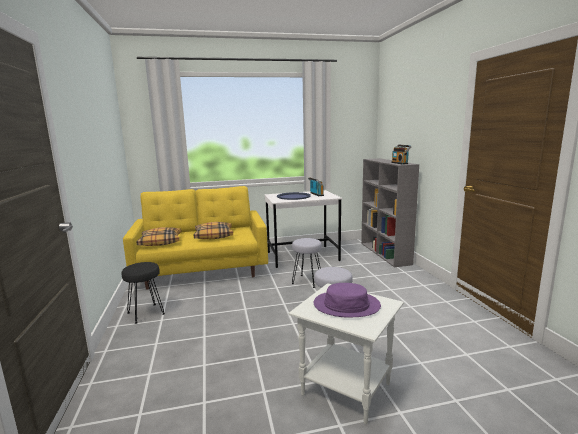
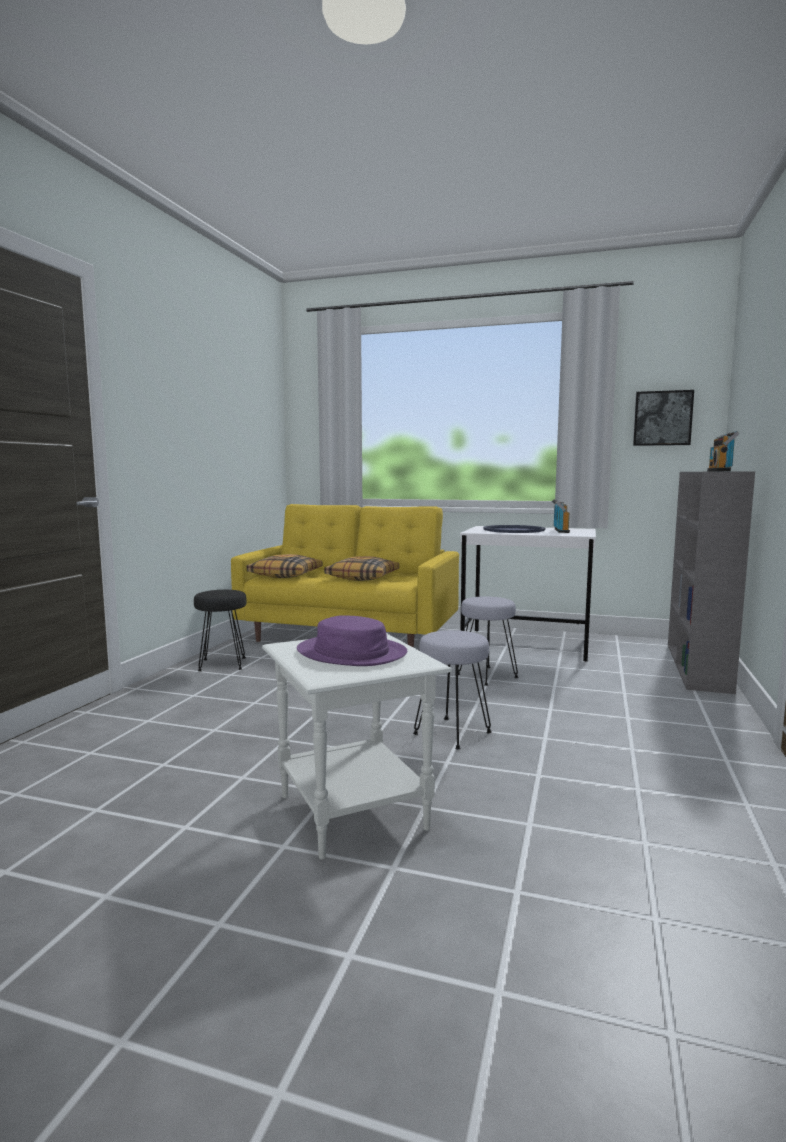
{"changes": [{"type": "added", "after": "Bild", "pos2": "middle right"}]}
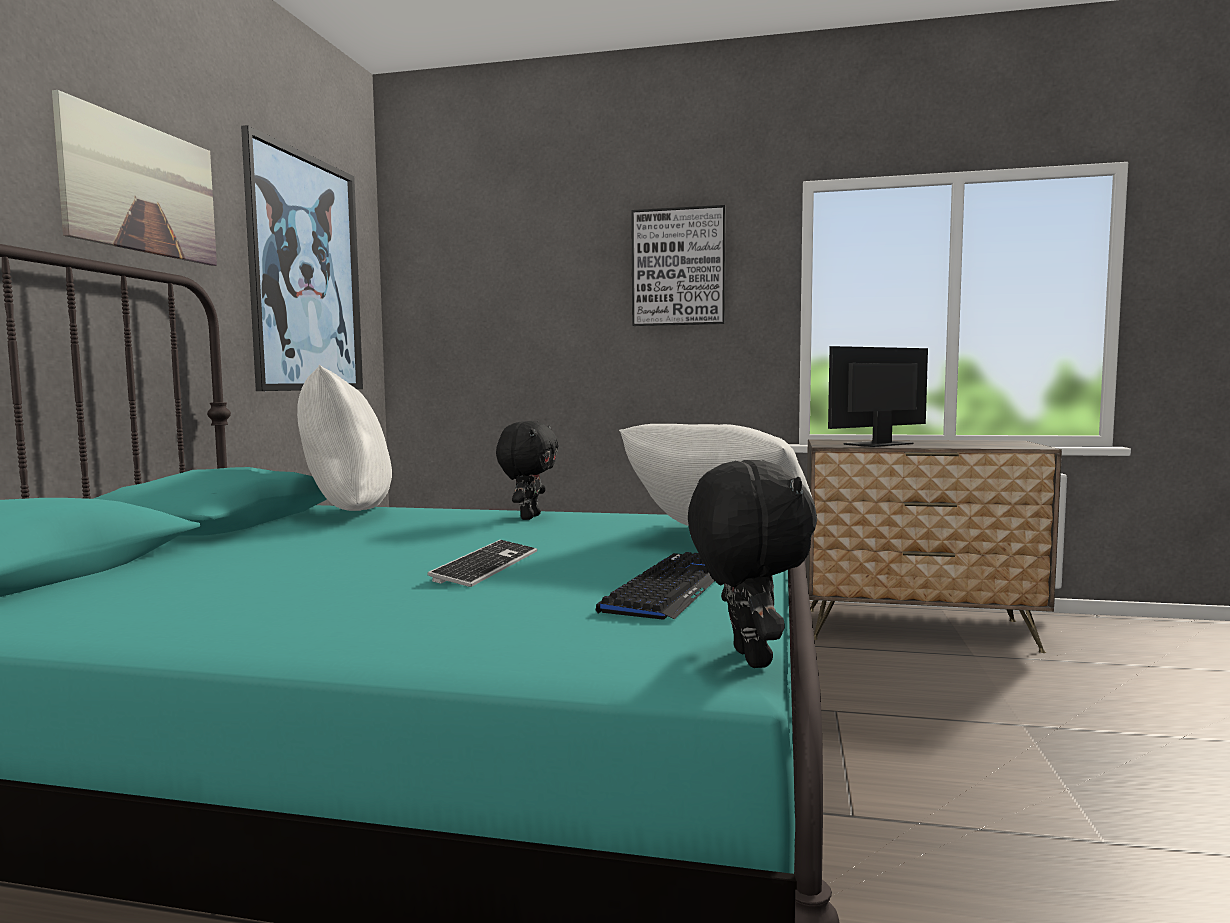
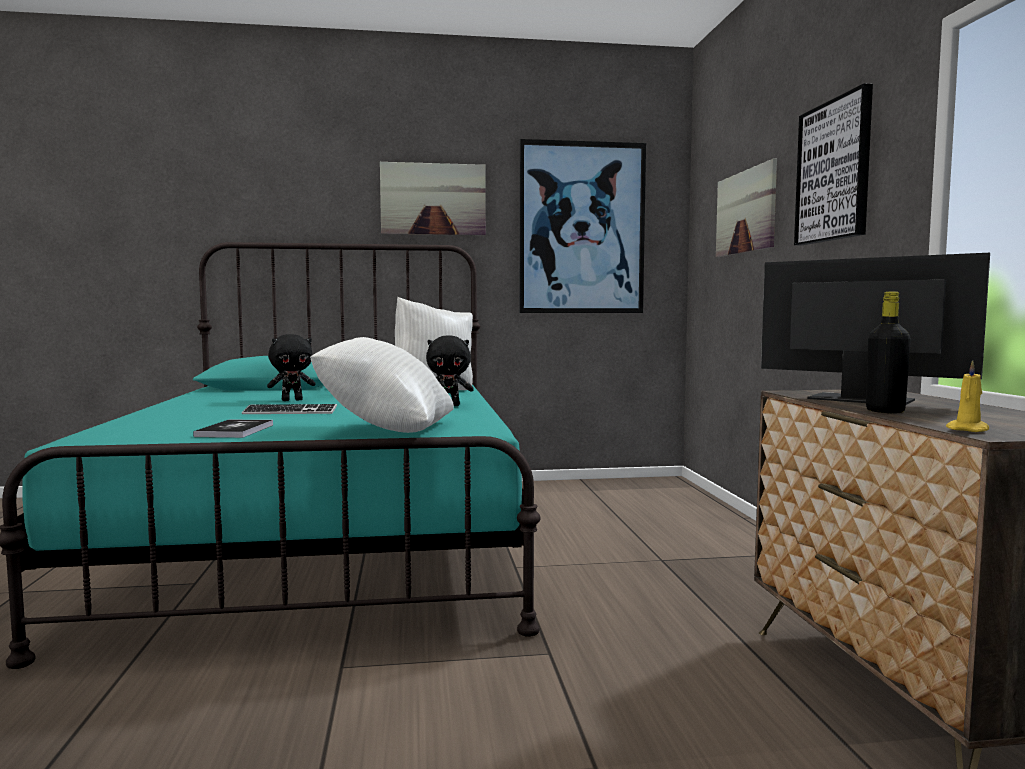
{"changes": [{"type": "added", "after": "Bild (3rd from left)", "pos2": "top right"}, {"type": "added", "after": "Flasche (schwarz)", "pos2": "middle right"}, {"type": "added", "after": "Kerze (gelb)", "pos2": "middle right"}, {"type": "moved", "before": "Plüschtier (schwarz) (2nd from left in the first image)", "after": "Plüschtier (schwarz) (1st from left)", "pos1": "centre", "pos2": "middle left"}, {"type": "replaced", "before": "Tastatur (2nd from left)", "after": "Buch", "pos1": "centre", "pos2": "middle left"}]}
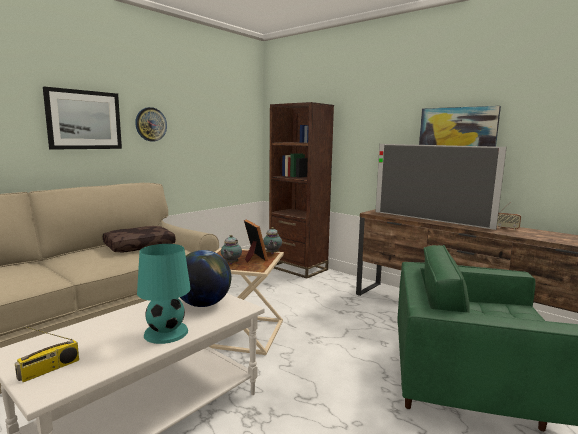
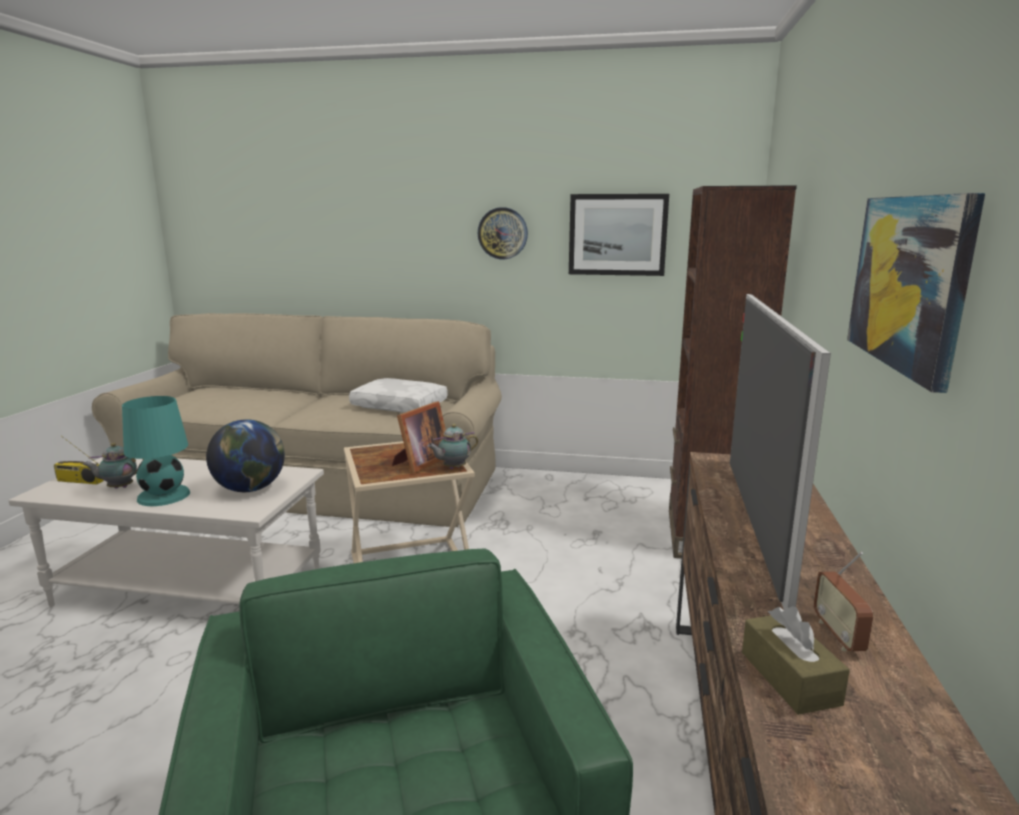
{"changes": [{"type": "added", "after": "Taschentuchbox (braun)", "pos2": "bottom right"}, {"type": "moved", "before": "Bild (1st from left)", "pos1": "top left", "pos2": "top centre"}, {"type": "moved", "before": "Teekanne (1st from left)", "pos1": "centre", "pos2": "middle left"}, {"type": "recoloured", "before": "Kissen (braun)", "after": "Kissen (weiß)", "pos1": "middle left", "pos2": "centre"}]}
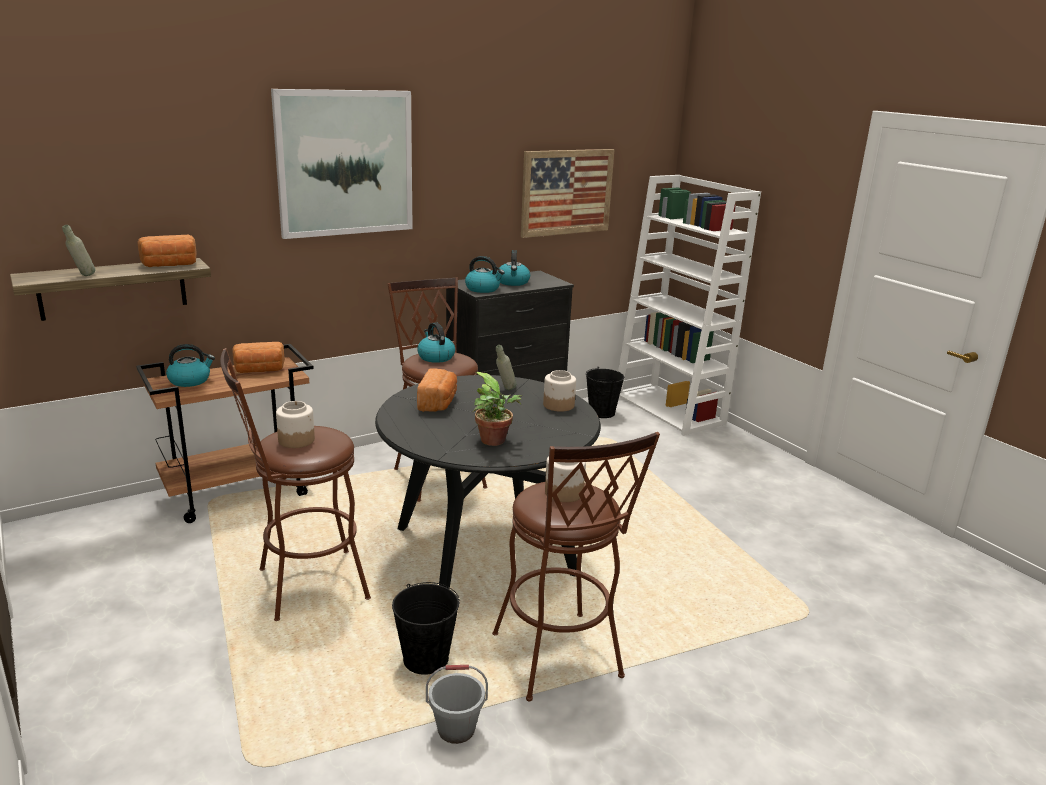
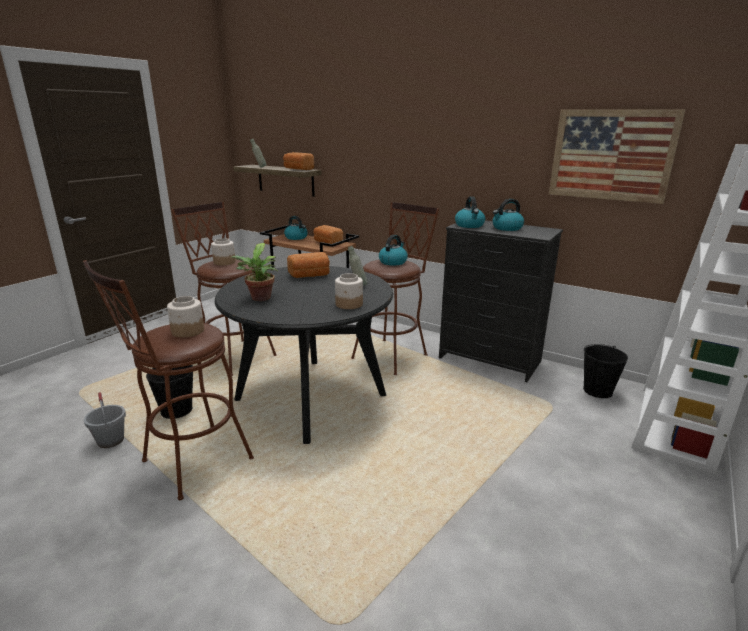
{"changes": [{"type": "removed", "before": "Bild (1st from left)", "pos1": "top left"}]}
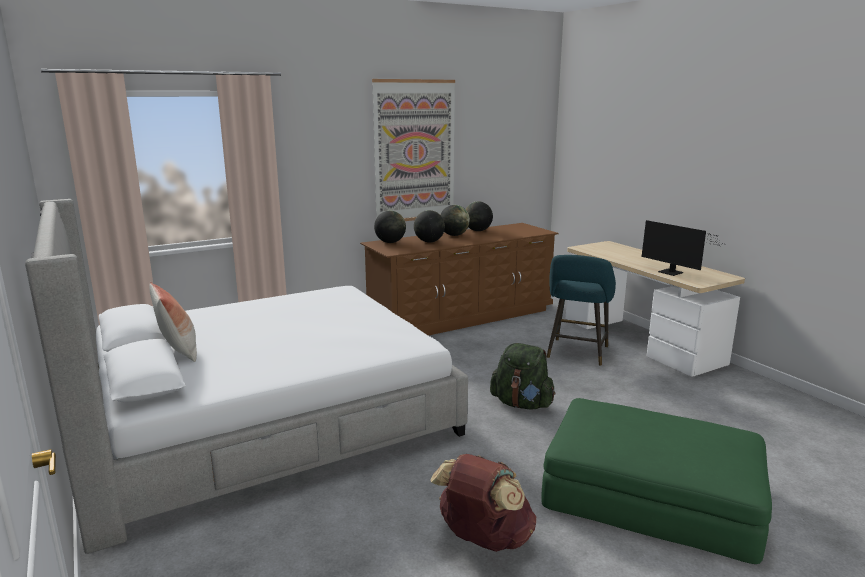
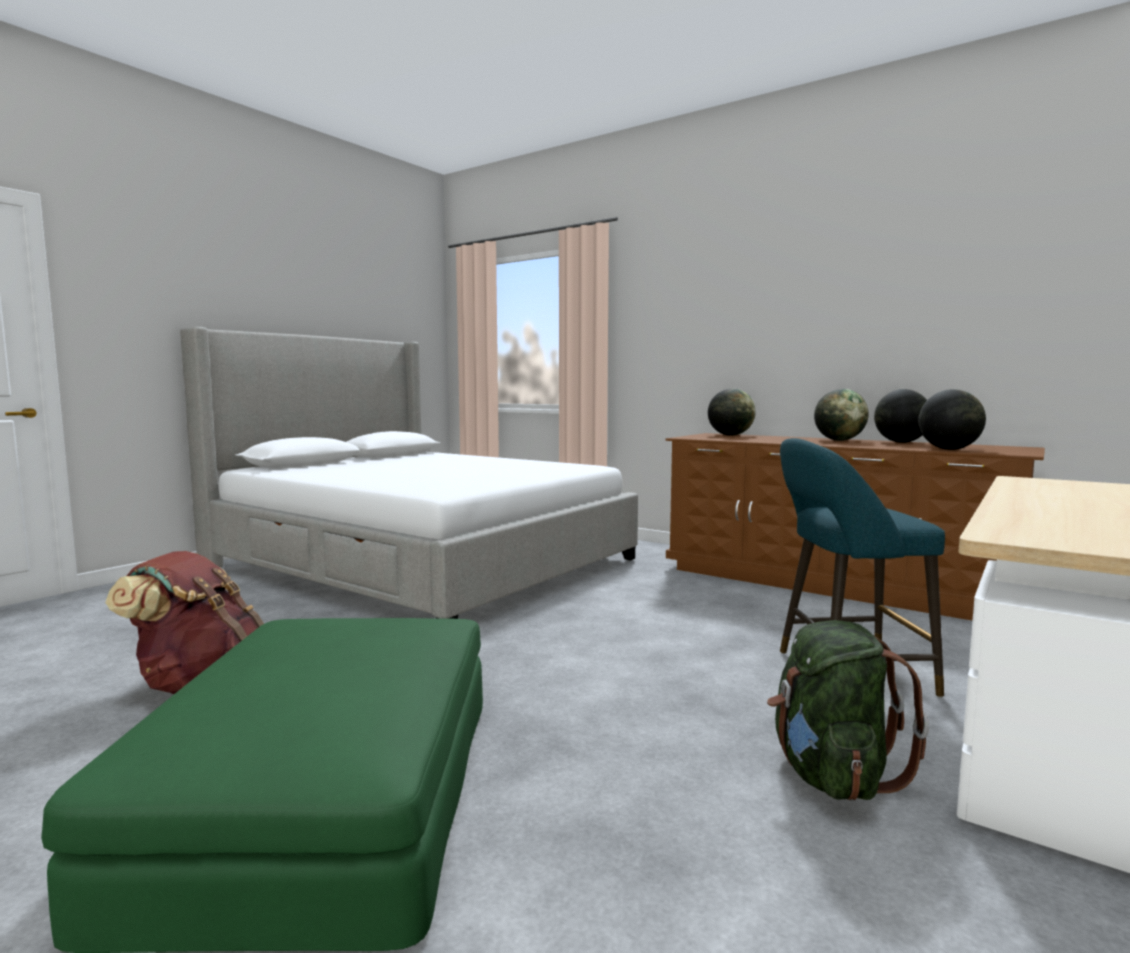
{"changes": [{"type": "removed", "before": "Kissen", "pos1": "middle left"}, {"type": "removed", "before": "Bild", "pos1": "top centre"}, {"type": "removed", "before": "Monitor", "pos1": "middle right"}, {"type": "moved", "before": "Globus (2nd from left in the first image)", "after": "Globus (4th from left)", "pos1": "centre", "pos2": "middle right"}, {"type": "moved", "before": "Rucksack (grün)", "pos1": "centre", "pos2": "bottom right"}]}
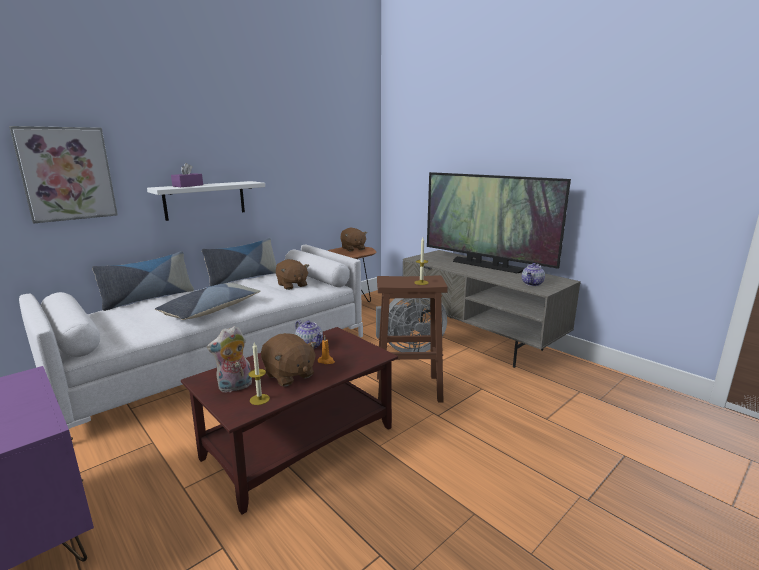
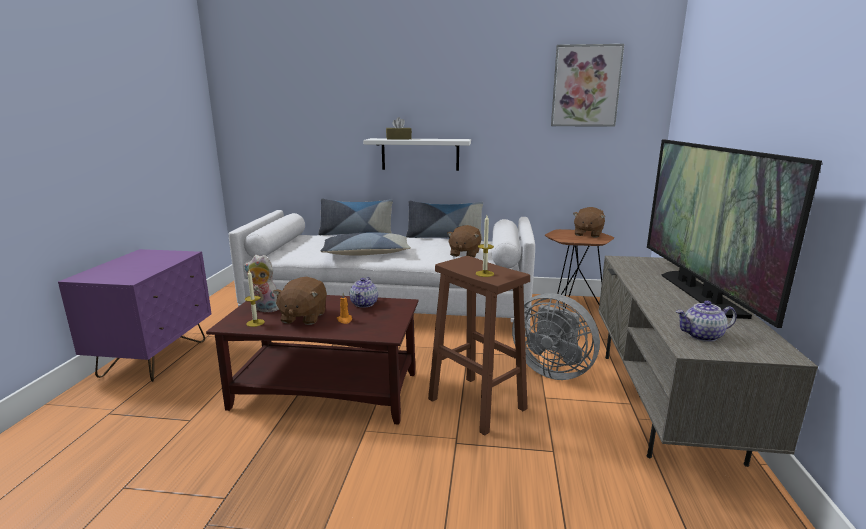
{"changes": [{"type": "moved", "before": "Bild", "pos1": "top left", "pos2": "top right"}, {"type": "recoloured", "before": "Taschentuchbox (lila)", "after": "Taschentuchbox (braun)", "pos1": "top left", "pos2": "top centre"}]}
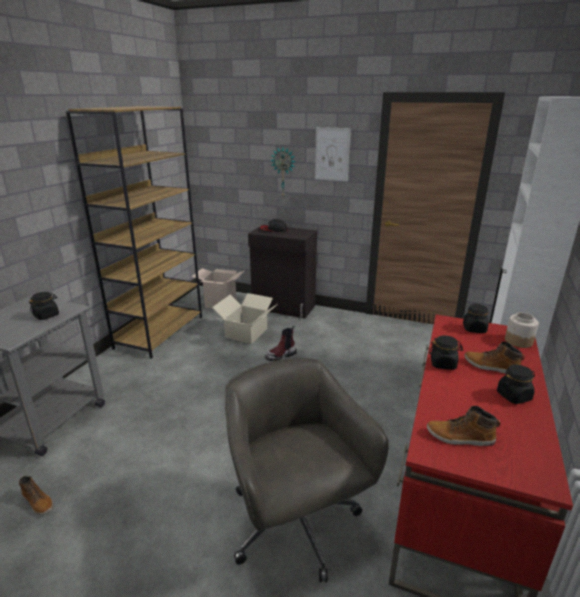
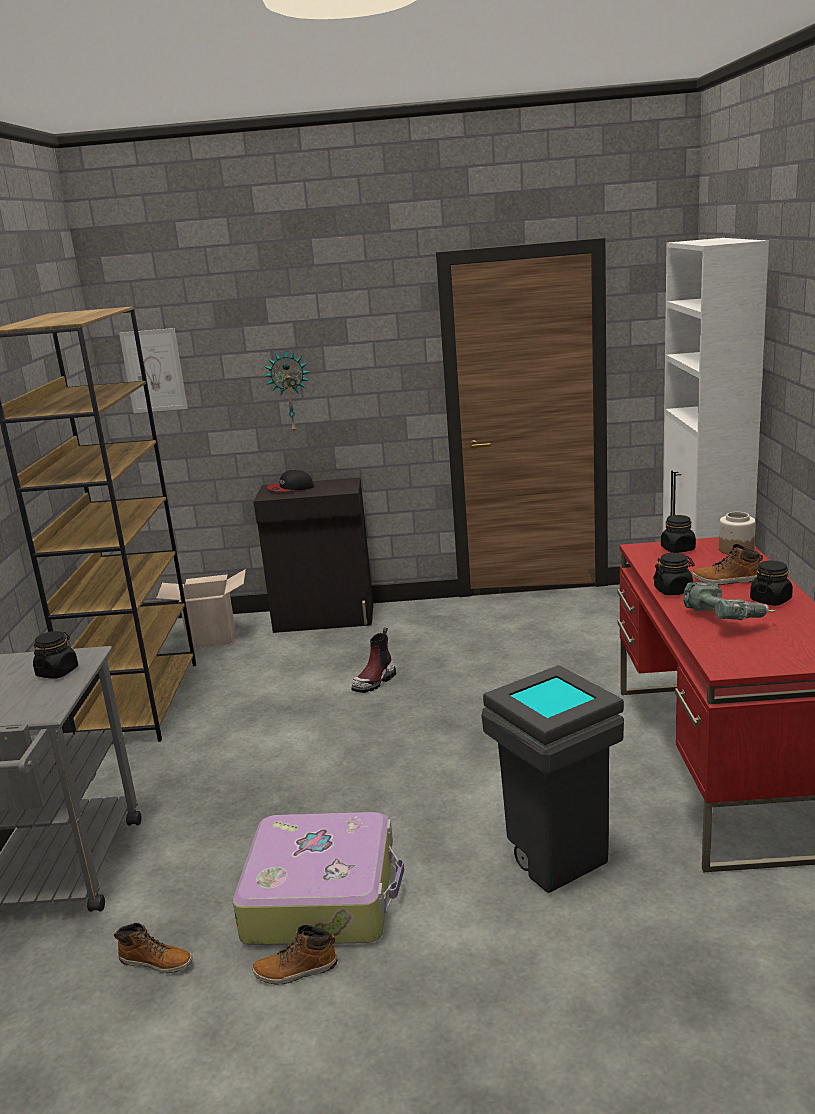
{"changes": [{"type": "removed", "before": "Karton (2nd from left)", "pos1": "centre"}, {"type": "added", "after": "Koffer", "pos2": "bottom centre"}, {"type": "added", "after": "Bohrmaschine", "pos2": "middle right"}, {"type": "moved", "before": "Bild", "pos1": "top centre", "pos2": "top left"}, {"type": "moved", "before": "Stiefel (3rd from left in the first image)", "after": "Stiefel (2nd from left)", "pos1": "bottom right", "pos2": "bottom centre"}, {"type": "replaced", "before": "Bürostuhl (grau)", "after": "Mülleimer (grau)", "pos1": "bottom centre", "pos2": "bottom right"}]}
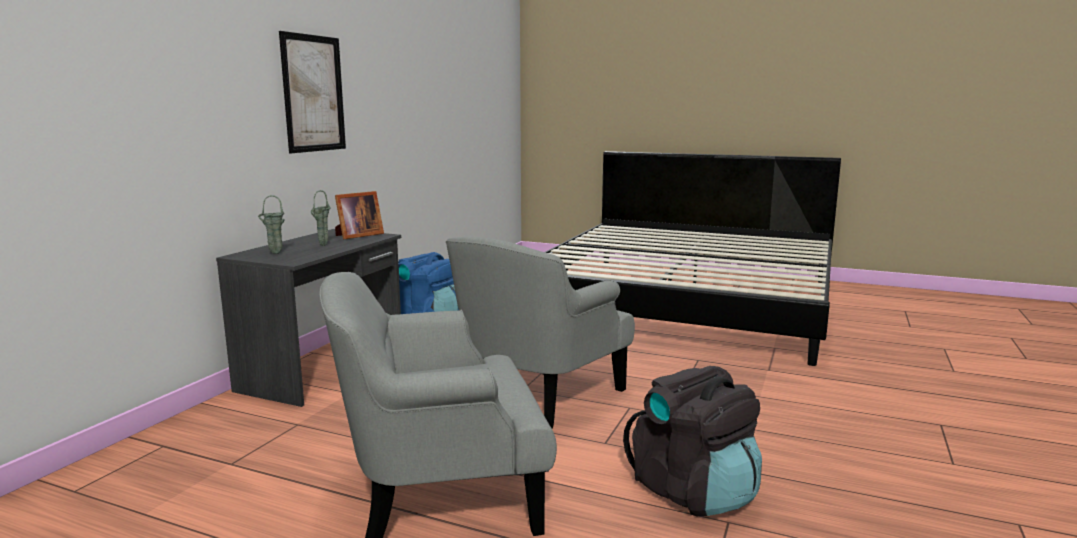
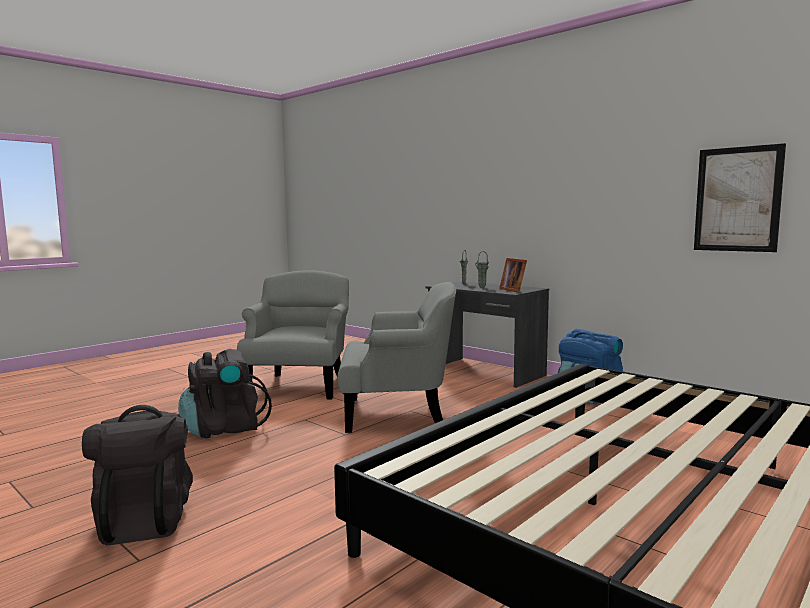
{"changes": [{"type": "added", "after": "Rucksack (schwarz) (1st from left)", "pos2": "bottom left"}, {"type": "moved", "before": "Bild", "pos1": "top left", "pos2": "top right"}, {"type": "turned", "before": "Sessel (grau) (2nd from left)", "pos1": "centre", "pos2": "centre", "turn": 120}]}
